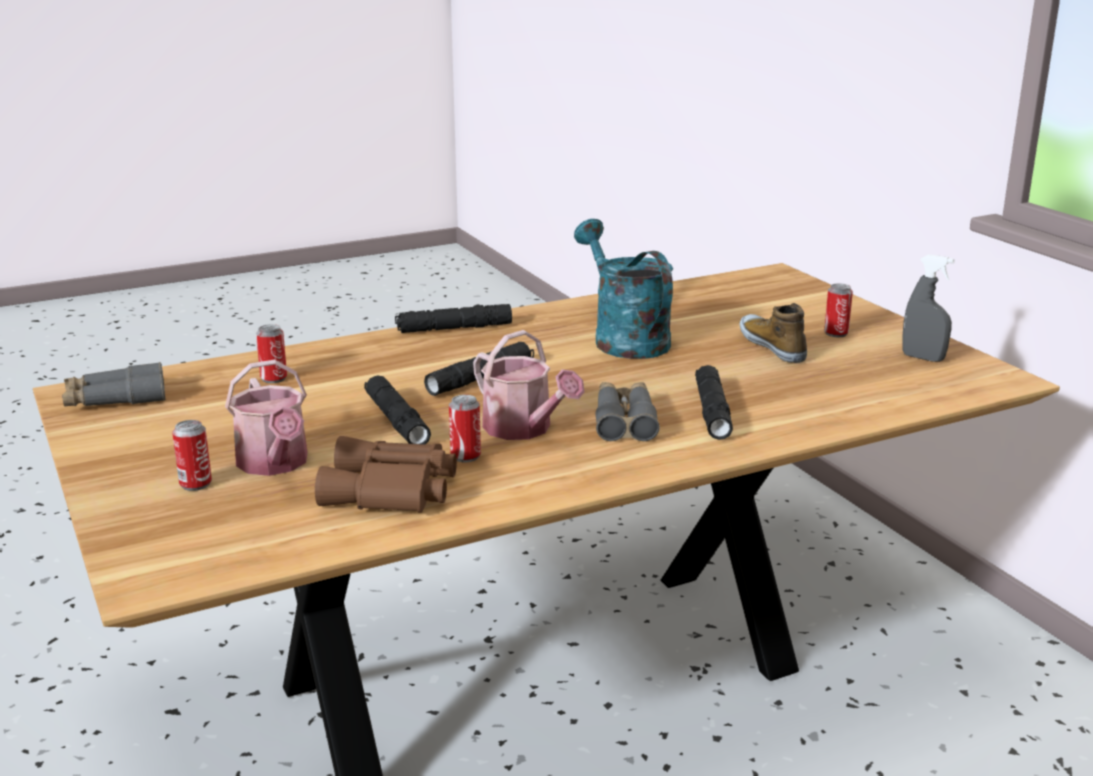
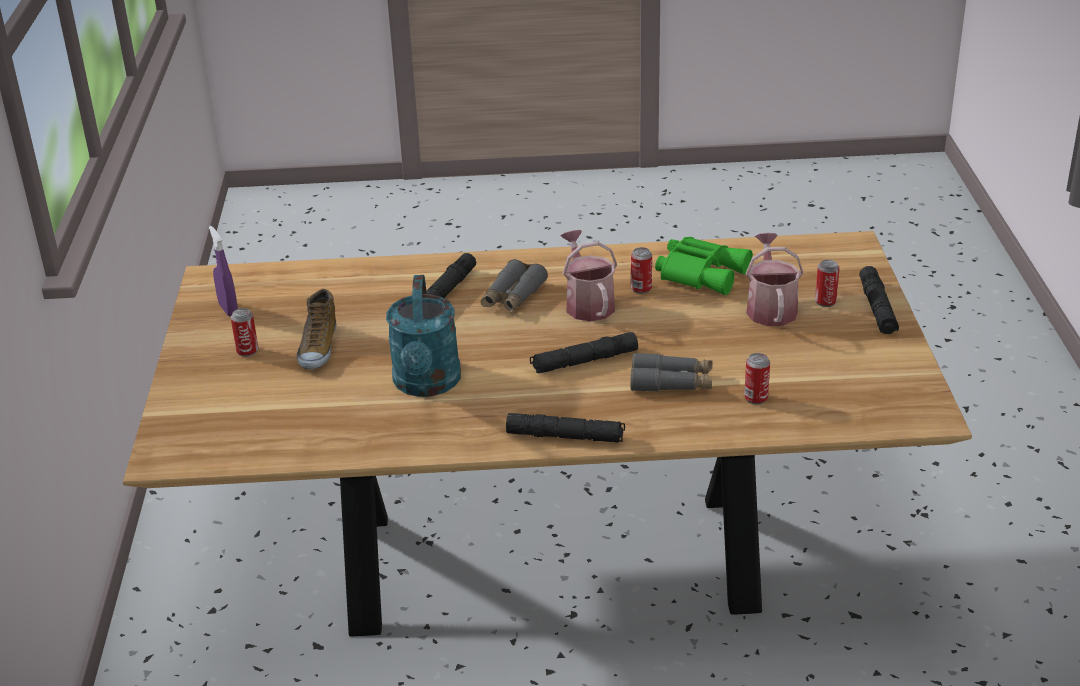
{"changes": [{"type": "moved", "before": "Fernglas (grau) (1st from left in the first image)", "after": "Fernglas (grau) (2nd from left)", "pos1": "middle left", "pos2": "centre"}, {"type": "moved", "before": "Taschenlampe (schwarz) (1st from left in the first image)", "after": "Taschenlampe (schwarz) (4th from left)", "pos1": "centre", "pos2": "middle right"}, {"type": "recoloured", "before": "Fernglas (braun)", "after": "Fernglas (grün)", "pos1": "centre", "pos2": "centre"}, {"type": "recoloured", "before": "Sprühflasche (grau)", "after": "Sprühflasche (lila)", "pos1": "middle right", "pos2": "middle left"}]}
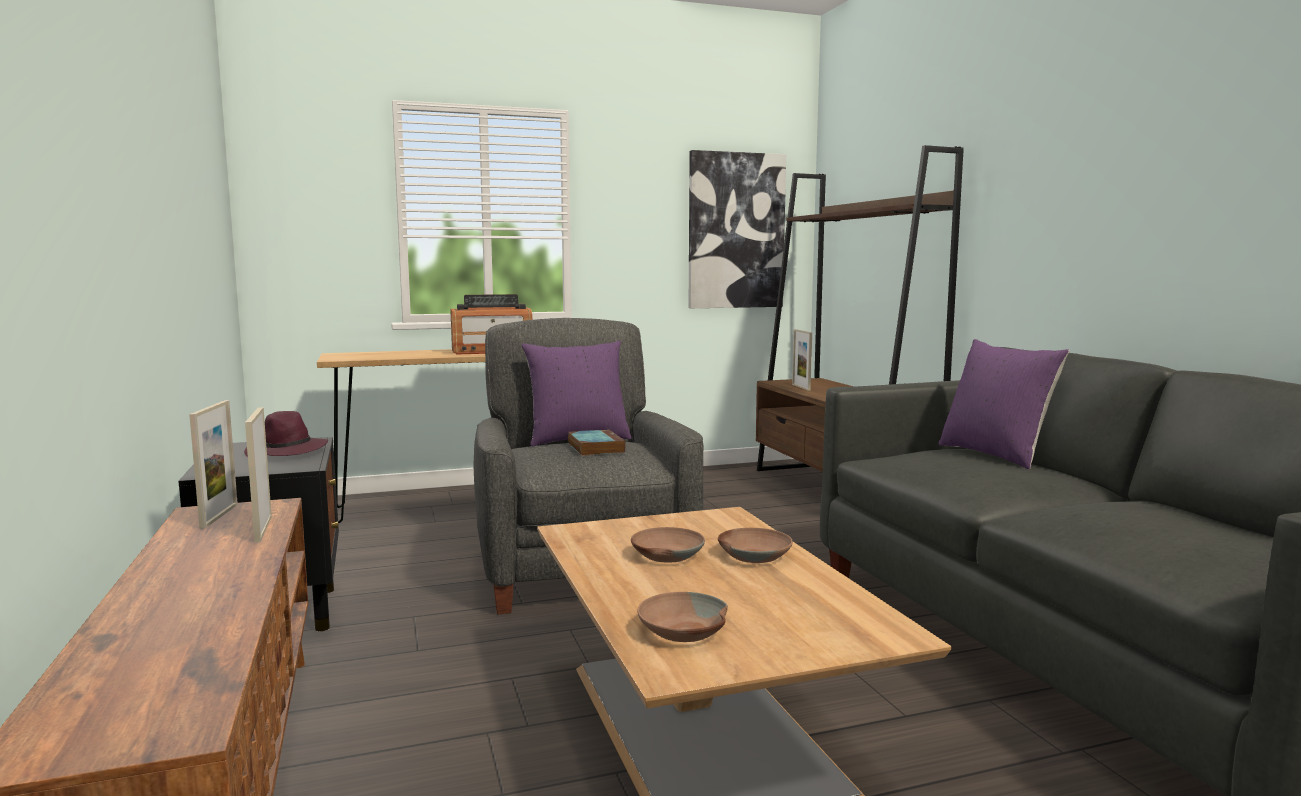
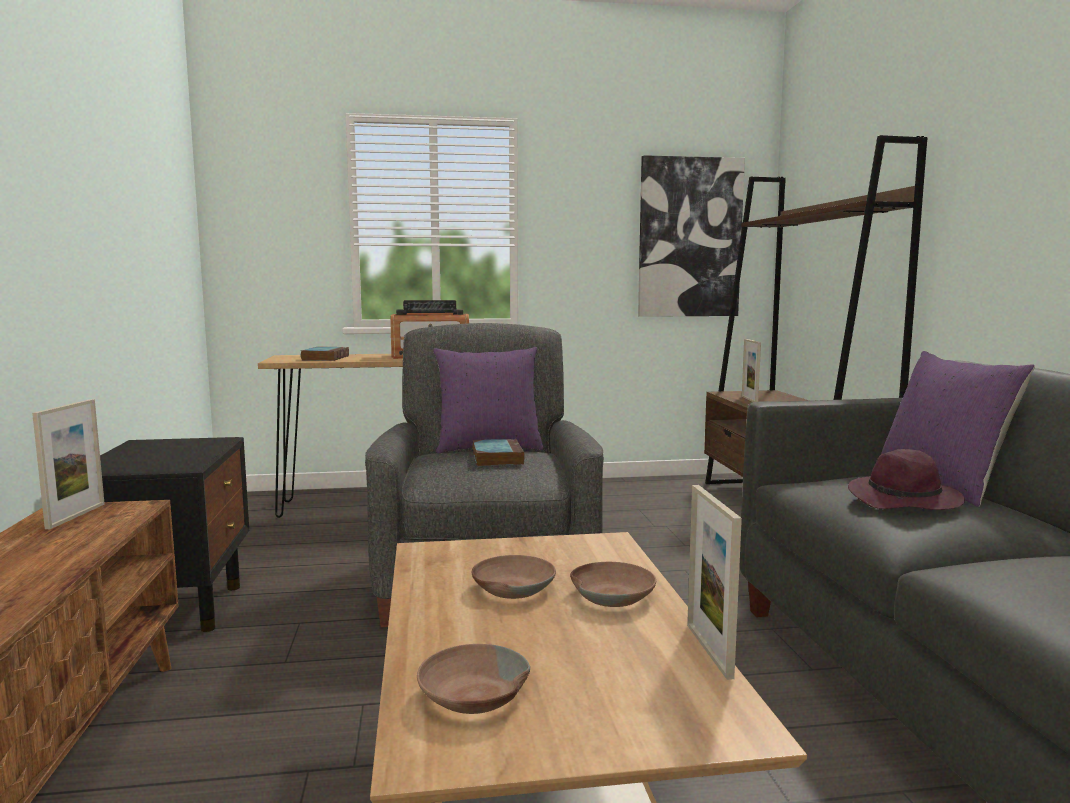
{"changes": [{"type": "added", "after": "Buch (1st from left)", "pos2": "middle left"}, {"type": "moved", "before": "Hut (lila)", "pos1": "middle left", "pos2": "middle right"}, {"type": "moved", "before": "Bilderrahmen (2nd from left)", "pos1": "middle left", "pos2": "bottom right"}]}
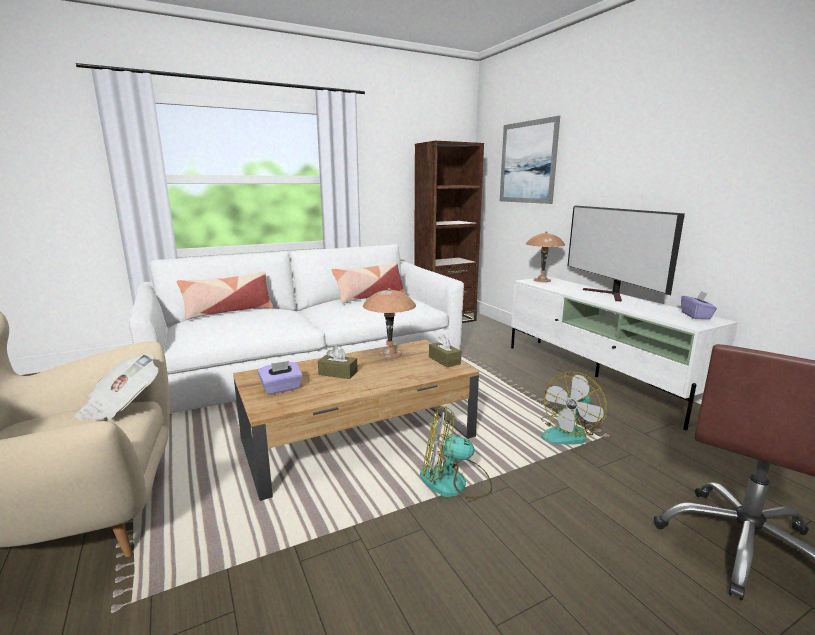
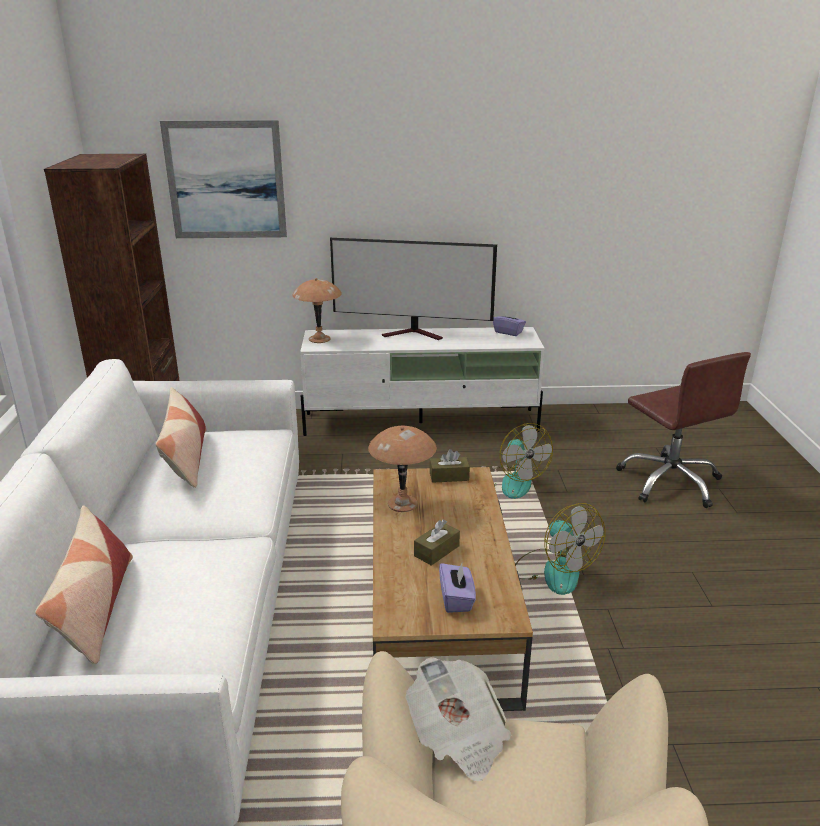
{"changes": [{"type": "turned", "before": "Ventilator (1st from left in the first image)", "pos1": "bottom centre", "pos2": "middle right", "turn": -60}]}
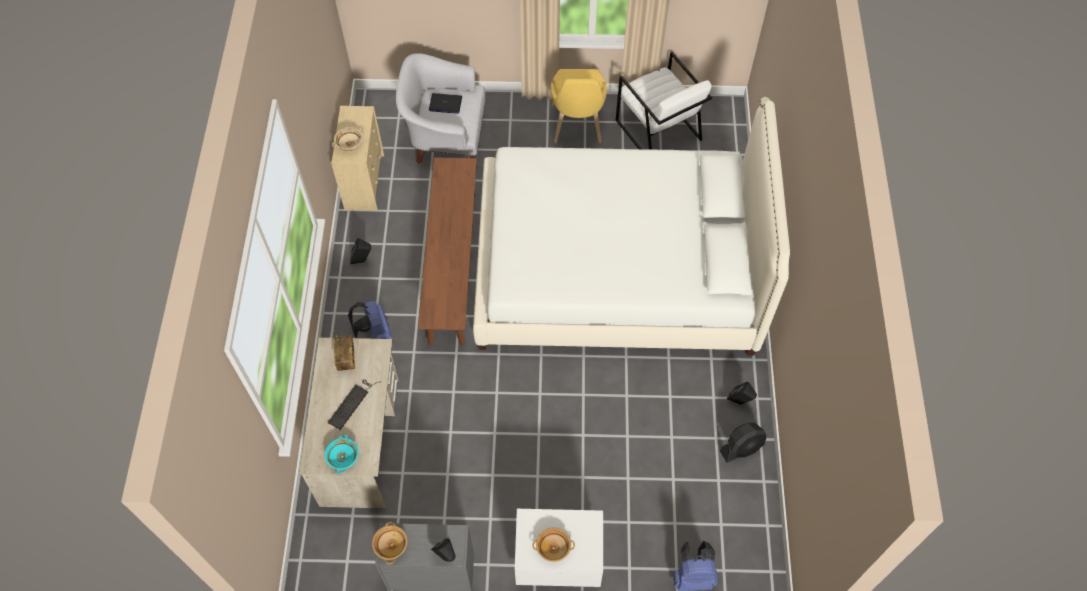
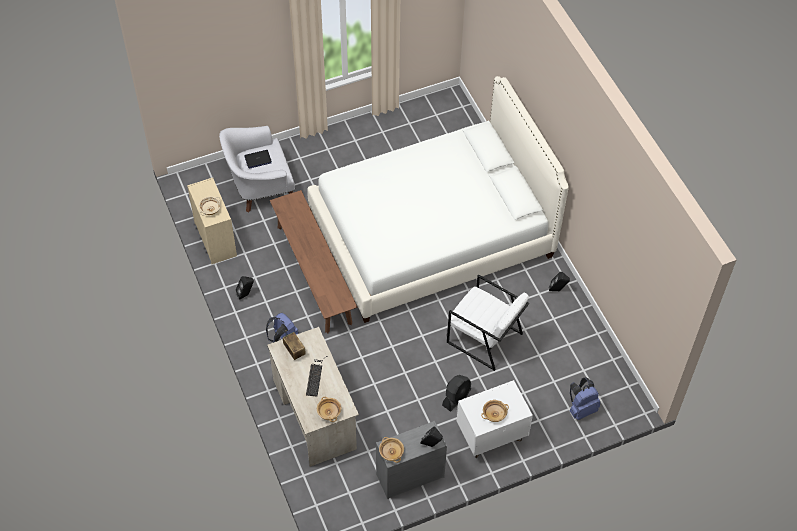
{"changes": [{"type": "removed", "before": "Stuhl (gelb)", "pos1": "top centre"}, {"type": "moved", "before": "Sessel (weiß) (2nd from left)", "pos1": "top centre", "pos2": "centre"}, {"type": "moved", "before": "Ventilator (schwarz)", "pos1": "bottom right", "pos2": "bottom centre"}, {"type": "recoloured", "before": "Schüssel (türkis)", "after": "Schüssel (beige) (2nd from left)", "pos1": "bottom left", "pos2": "bottom centre"}]}
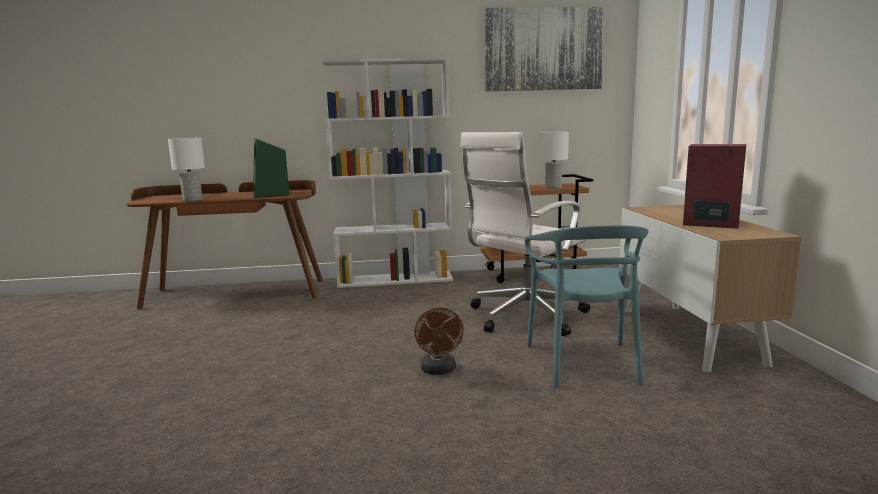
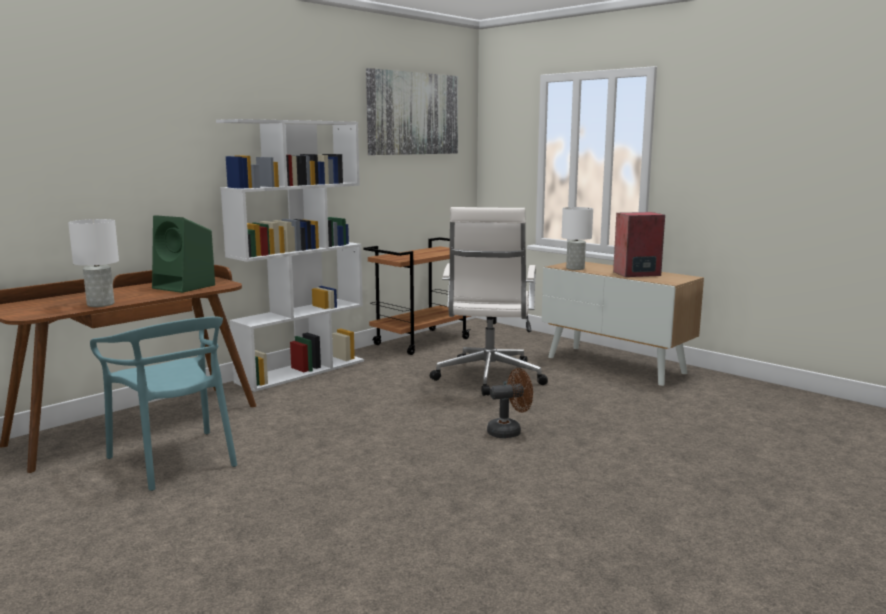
{"changes": [{"type": "moved", "before": "Stuhl (türkis)", "pos1": "middle right", "pos2": "middle left"}, {"type": "moved", "before": "Tischlampe (weiß) (2nd from left)", "pos1": "top centre", "pos2": "centre"}, {"type": "turned", "before": "Ventilator (braun)", "pos1": "bottom centre", "pos2": "centre", "turn": -60}]}
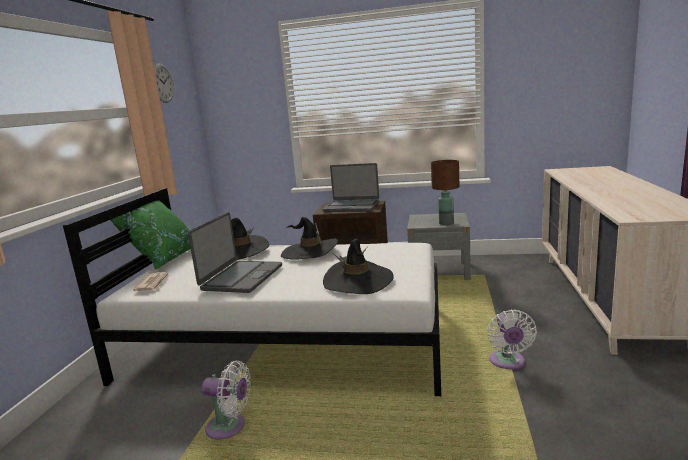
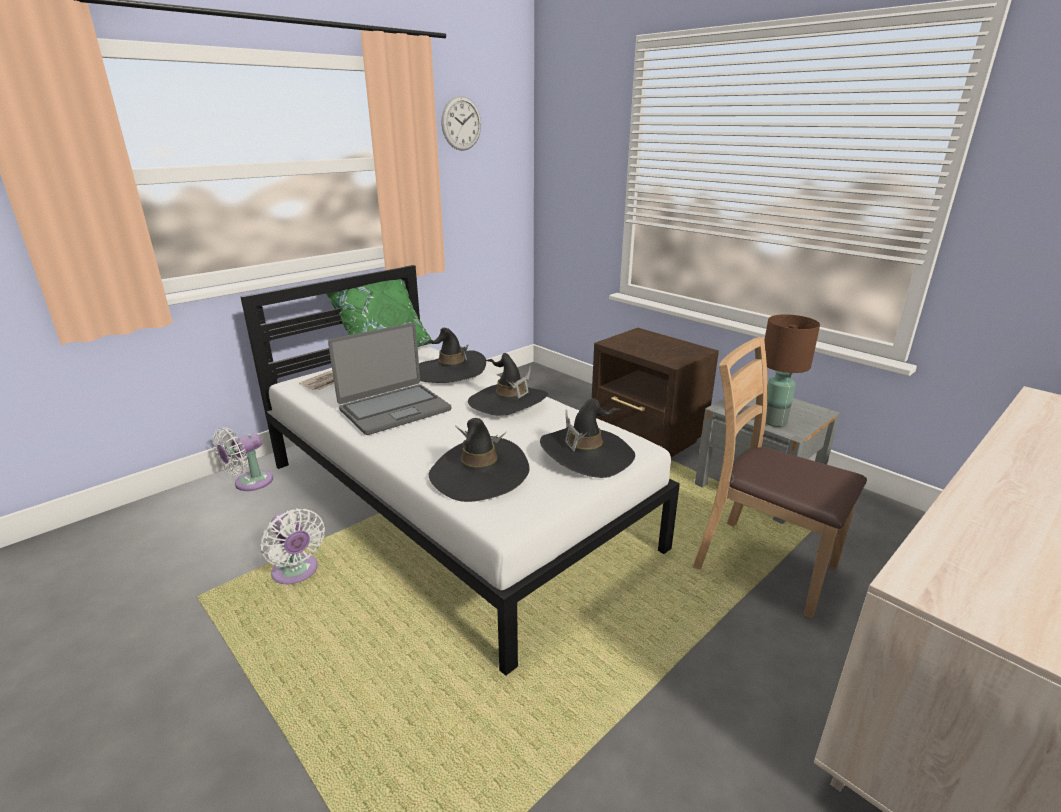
{"changes": [{"type": "removed", "before": "Laptop (2nd from left)", "pos1": "centre"}, {"type": "added", "after": "Hut (schwarz) (4th from left)", "pos2": "centre"}, {"type": "added", "after": "Stuhl (braun)", "pos2": "middle right"}, {"type": "moved", "before": "Ventilator (weiß) (2nd from left in the first image)", "after": "Ventilator (weiß) (1st from left)", "pos1": "bottom right", "pos2": "middle left"}]}
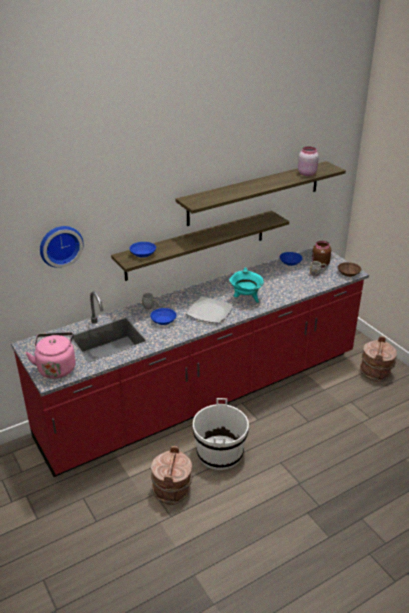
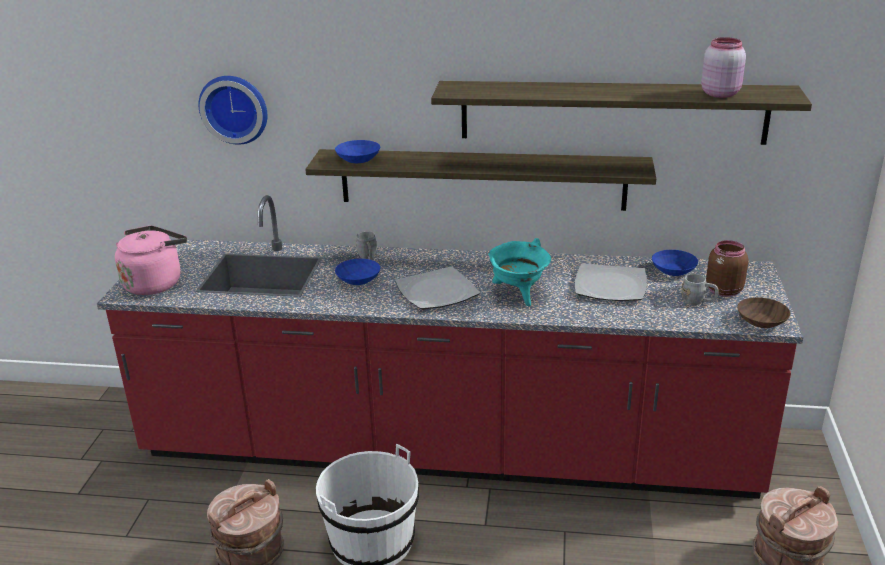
{"changes": [{"type": "added", "after": "Teller (2nd from left)", "pos2": "middle right"}]}
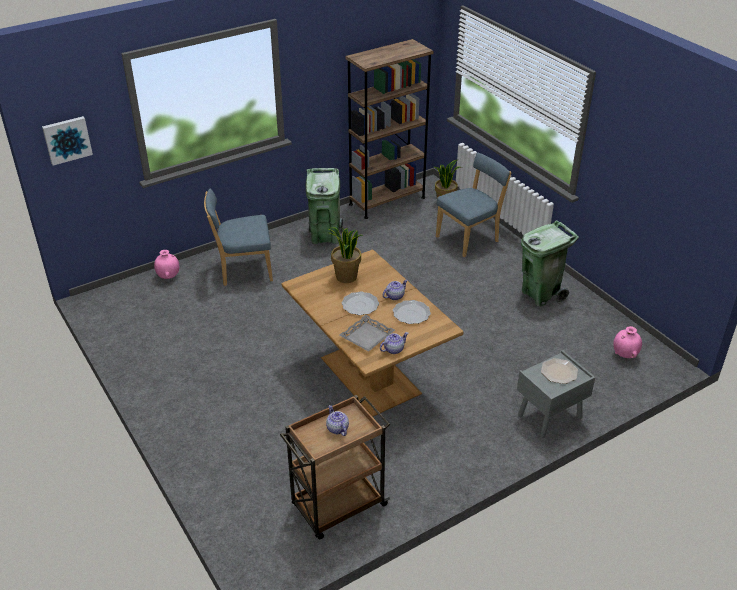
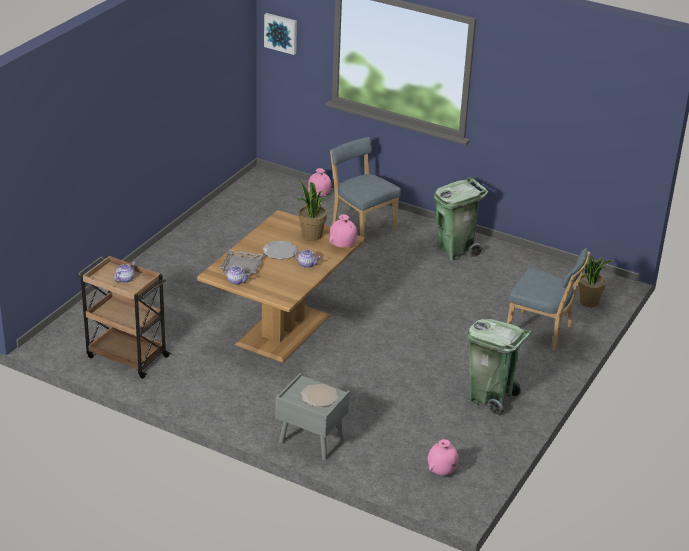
{"changes": [{"type": "removed", "before": "Bücherregal (braun)", "pos1": "top centre"}, {"type": "removed", "before": "Teller (2nd from left)", "pos1": "centre"}, {"type": "added", "after": "Vase (rosa) (2nd from left)", "pos2": "centre"}]}
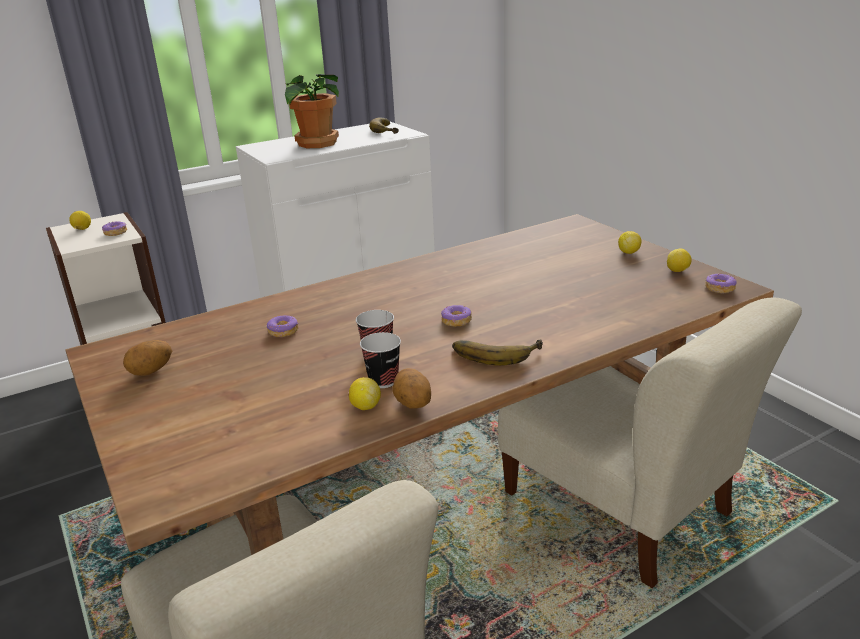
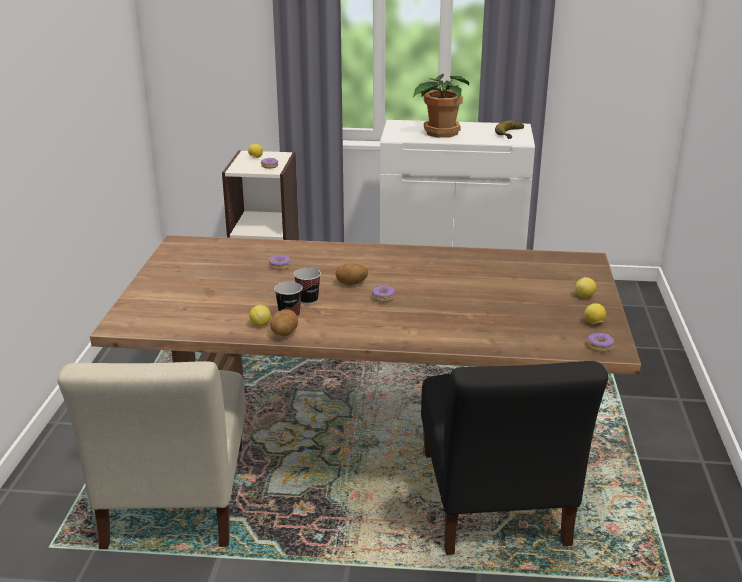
{"changes": [{"type": "removed", "before": "Banane (2nd from left)", "pos1": "centre"}, {"type": "moved", "before": "Kartoffel (1st from left in the first image)", "after": "Kartoffel (2nd from left)", "pos1": "middle left", "pos2": "centre"}, {"type": "recoloured", "before": "Stuhl (beige) (2nd from left)", "after": "Stuhl (schwarz)", "pos1": "bottom right", "pos2": "bottom right"}]}
